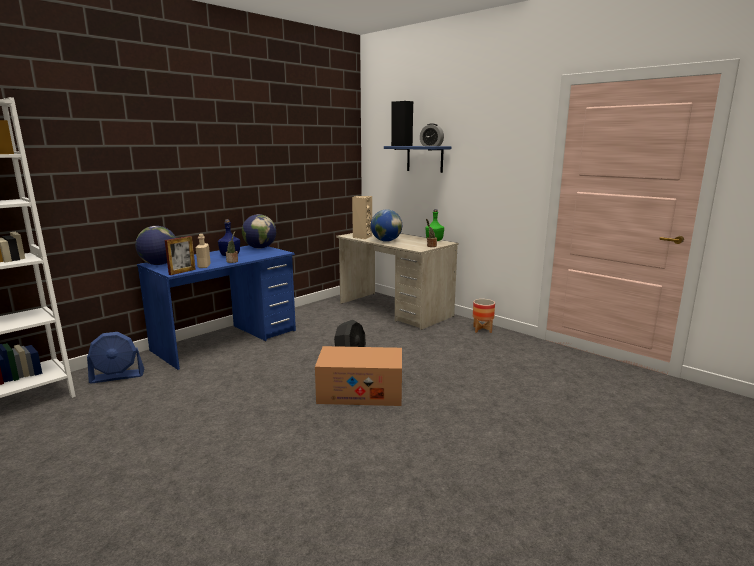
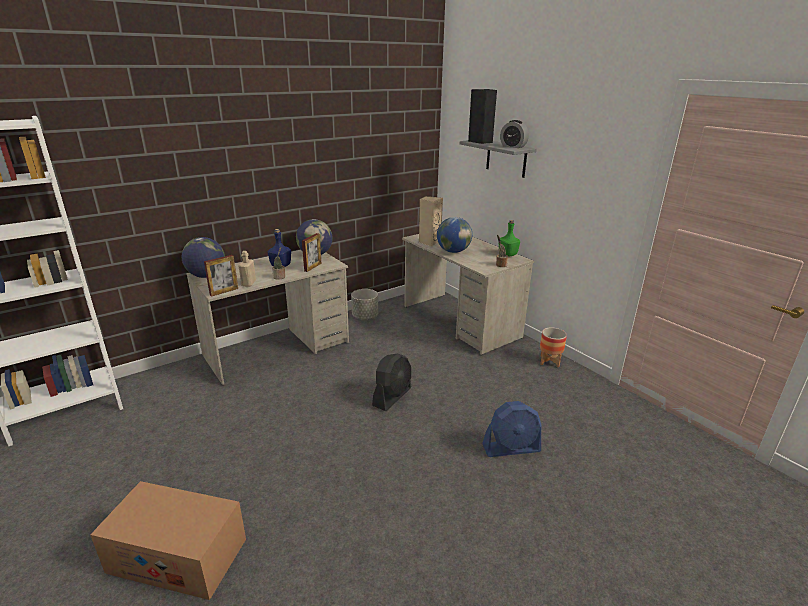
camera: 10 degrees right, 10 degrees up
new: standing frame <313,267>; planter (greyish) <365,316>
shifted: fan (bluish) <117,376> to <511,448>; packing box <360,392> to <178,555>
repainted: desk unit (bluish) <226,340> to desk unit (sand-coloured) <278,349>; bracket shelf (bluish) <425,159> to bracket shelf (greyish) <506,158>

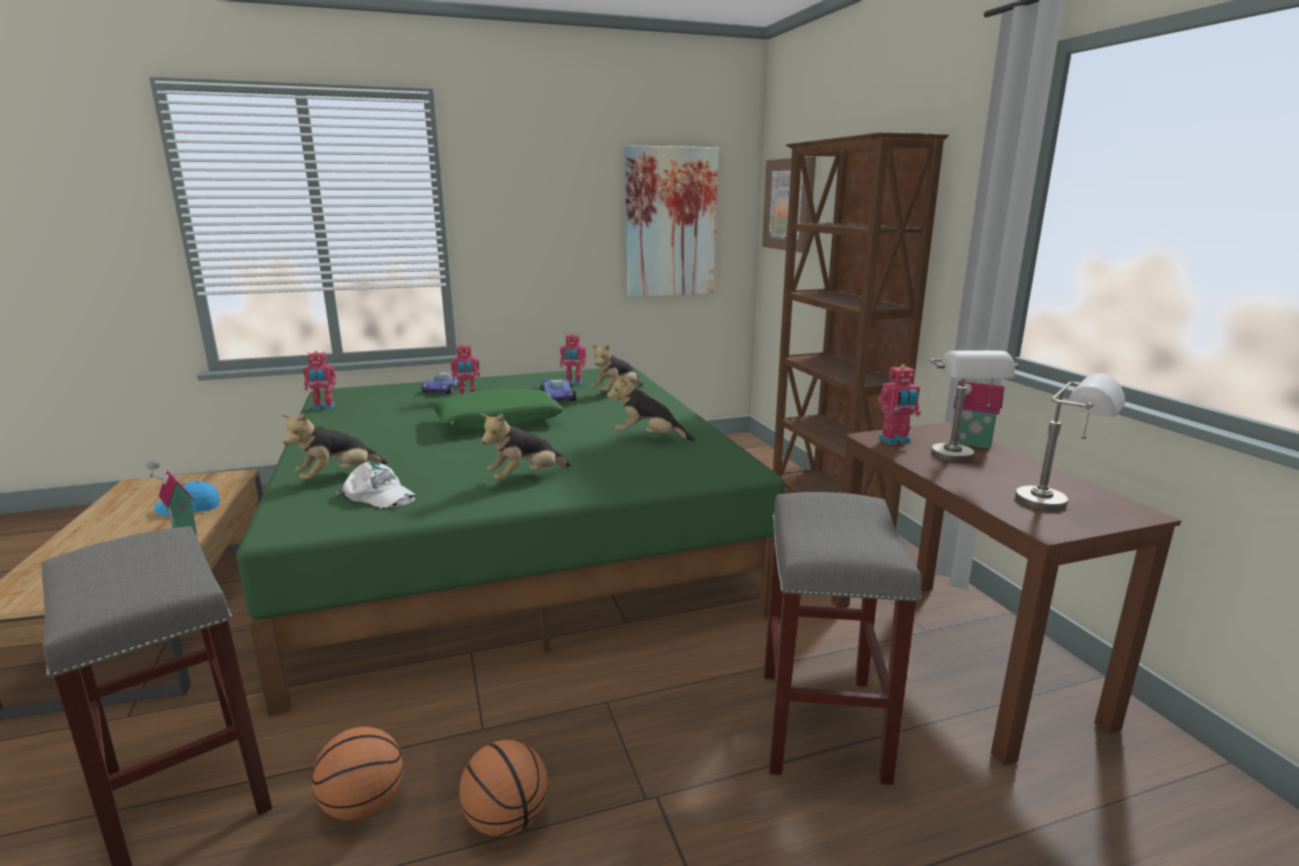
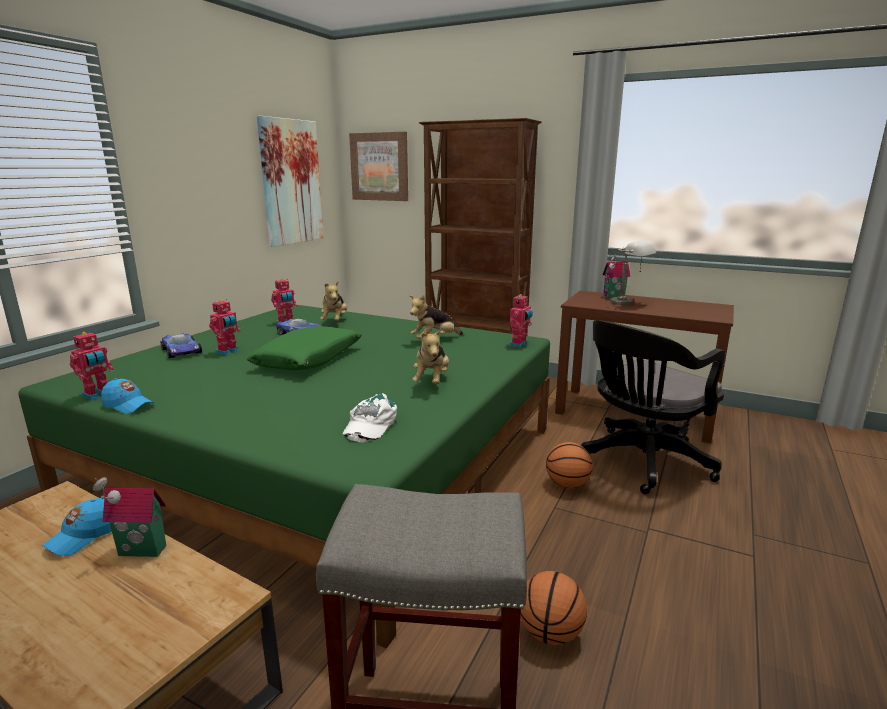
camera: 45 degrees left, 0 degrees up
gone: soft toy <337,477>; lamp for a table (greyish) <1059,504>
new: peaked cap (bluish) <128,405>
shifted: ball for basketball <506,820> to <567,485>; robot figure <895,441> to <519,344>
swapped: stool (greyish) <820,722> to office chair (blackish) <641,463>
rotated: peaked cap (white-coloured) <379,495> = <369,424> 120 degrees clockwise

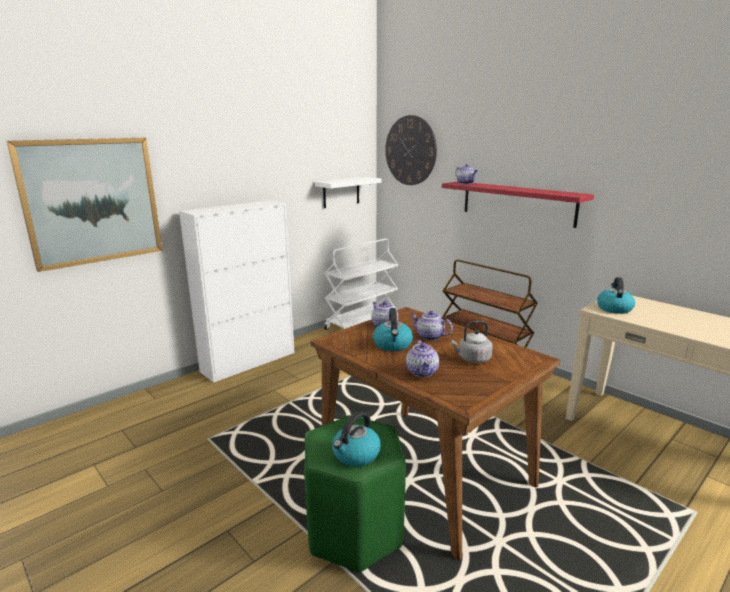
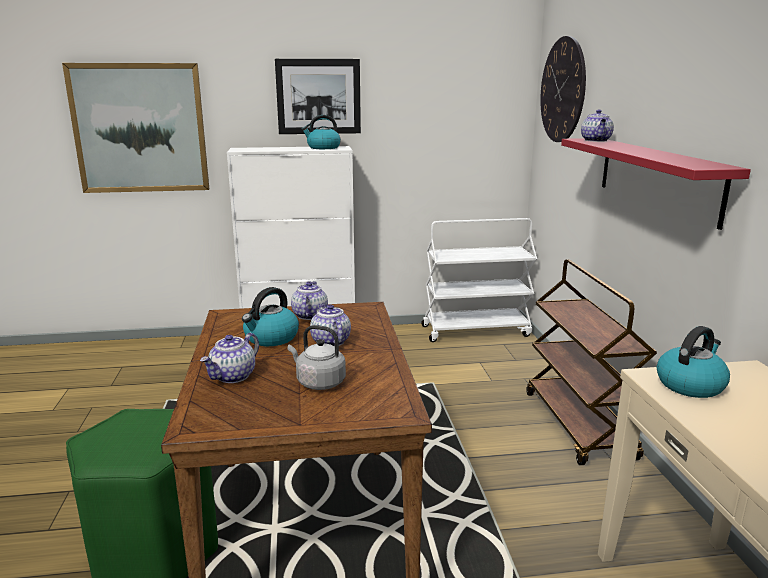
camera: 35 degrees right, 0 degrees up
gone: bracket shelf (white-coloured) <341,192>
new: wall art <318,96>
shifted: kettle <356,455> to <323,148>

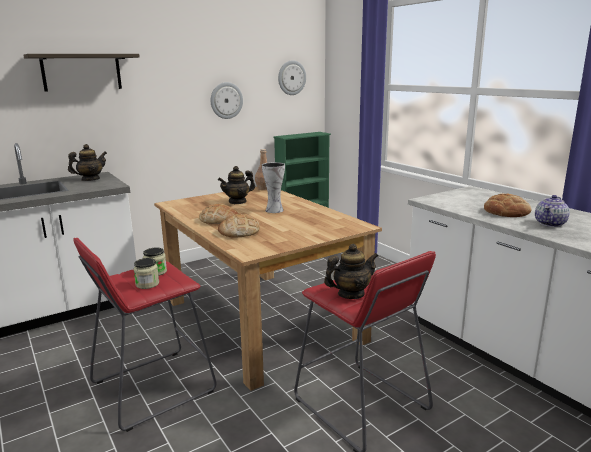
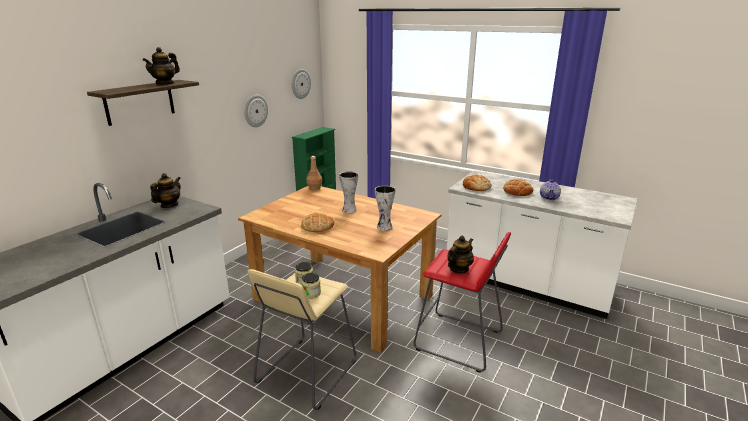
camera: 25 degrees left, 5 degrees up
new: vase <385,227>
shifted: teapot <237,201> to <165,83>; bakery bread <239,231> to <476,187>
repainted: stool (red-coloured) <153,387> to stool (sand-coloured) <307,372>

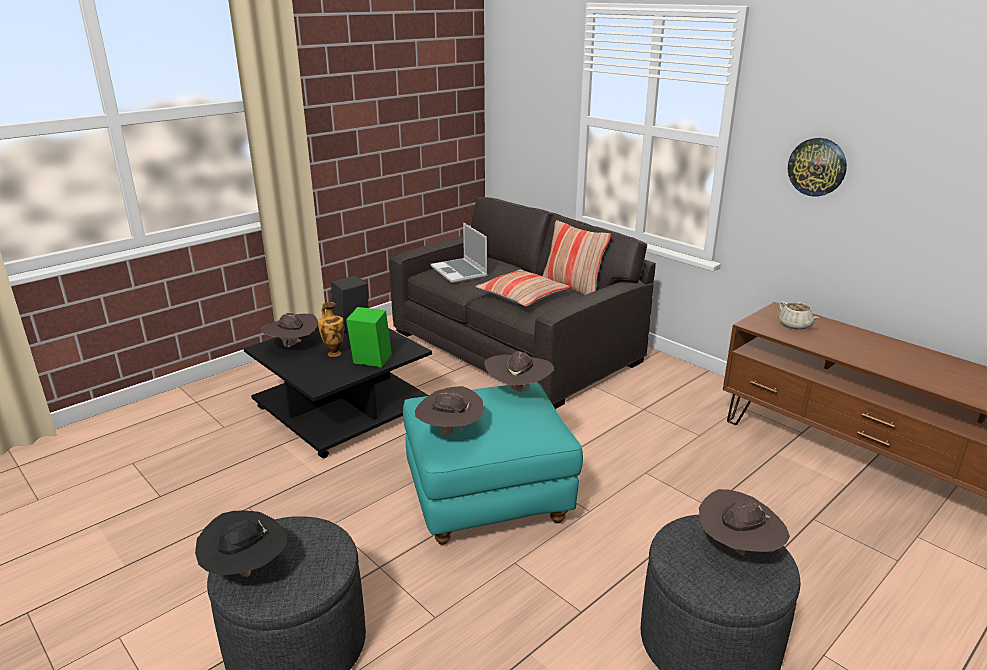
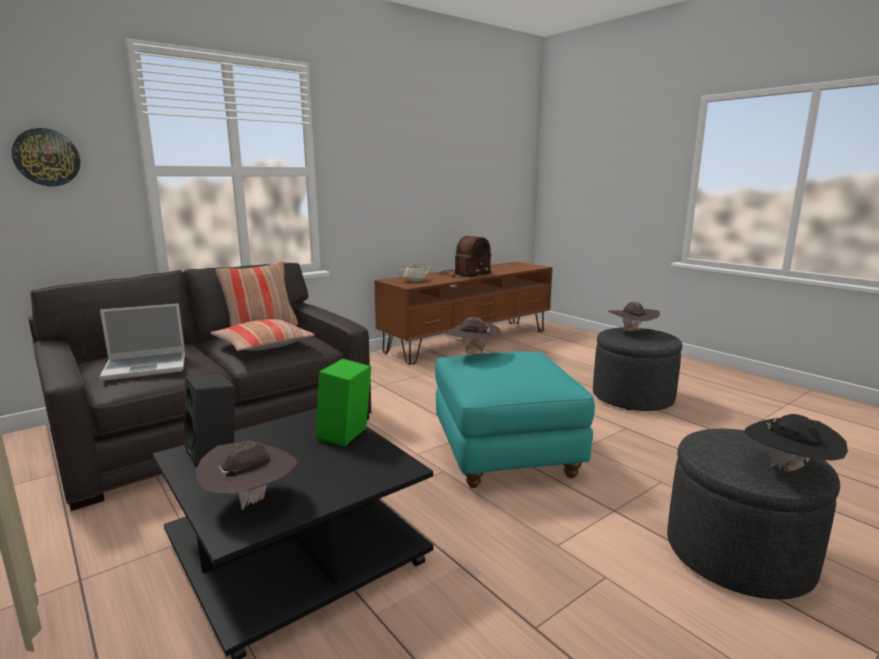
camera: 85 degrees left, 10 degrees down
gone: vase <334,353>; hat (brown-coloured) <449,433>
new: radio receiver <463,274>
shifted: clock on the wall <817,167> to <46,157>

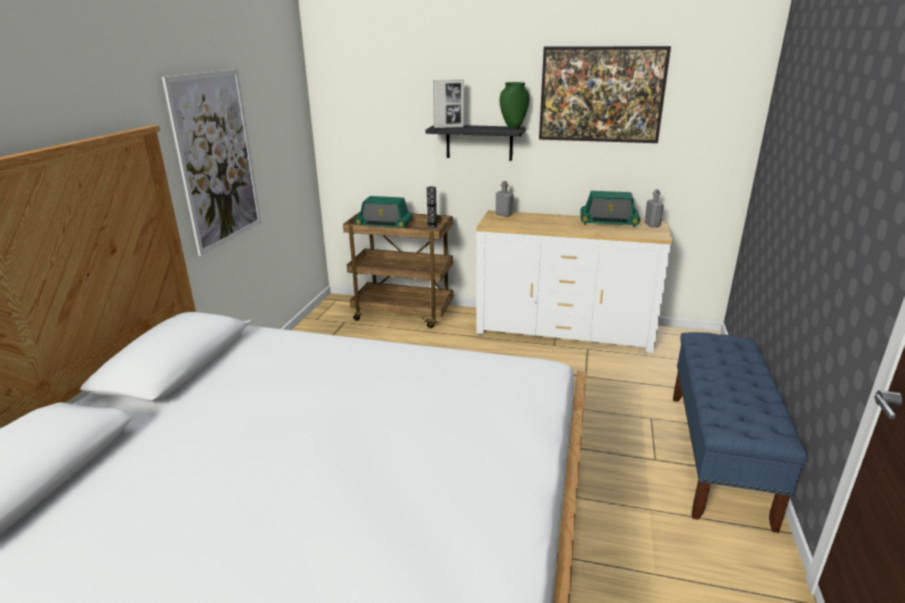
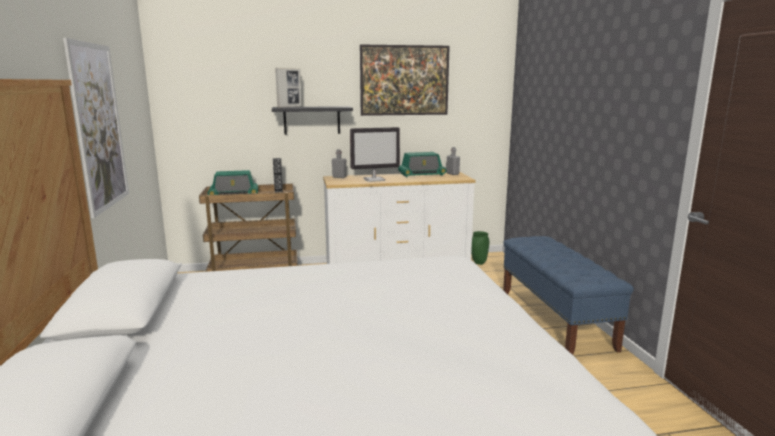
camera: 25 degrees left, 10 degrees down
new: monitor <374,179>
shifted: vase (green-coloured) <513,128> to <478,263>

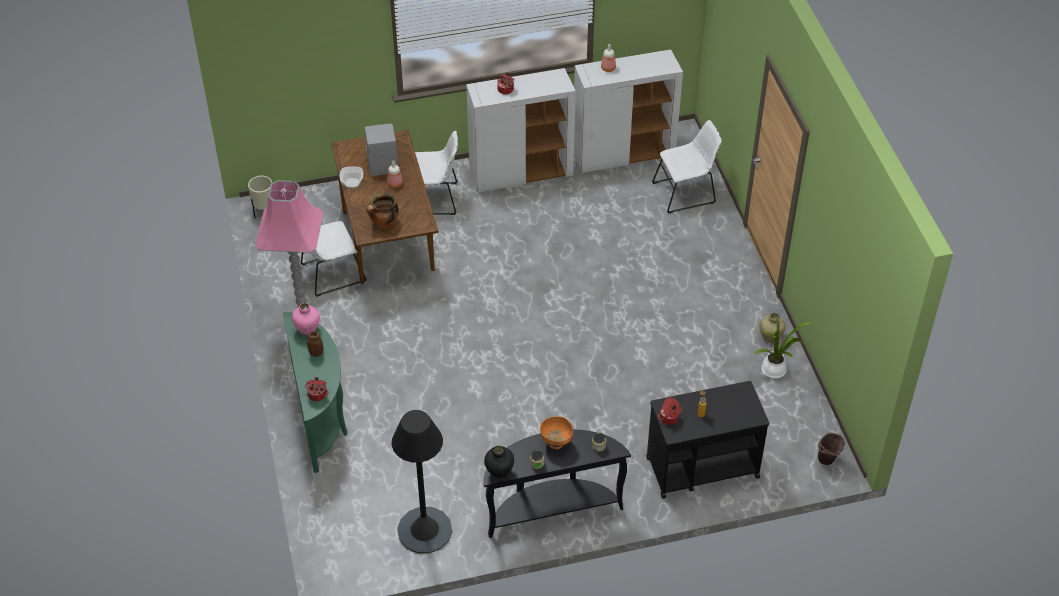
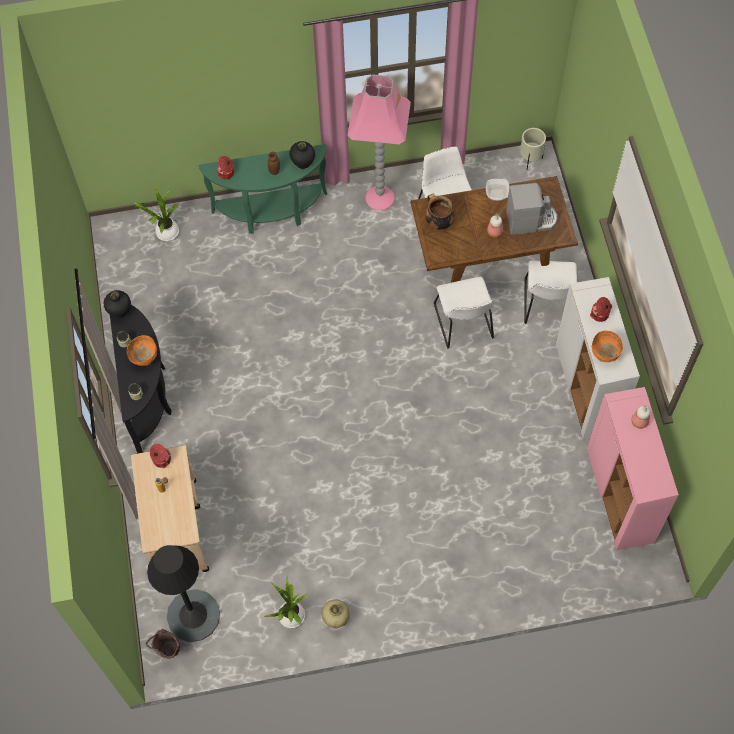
camera: 95 degrees right, 15 degrees up
new: plant in a pot <165,233>; serving bowl (orange) <604,355>
shifted: floor lamp (blackish) <424,530> to <193,615>; chair (white-coloured) <686,192> to <464,324>
repainted: vase (pinkish) <307,329> to vase (blackish) <303,163>; cupboard (white-coloured) <624,154> to cupboard (pinkish) <620,496>; cart (blackish) <701,467> to cart (sand-coloured) <176,528>

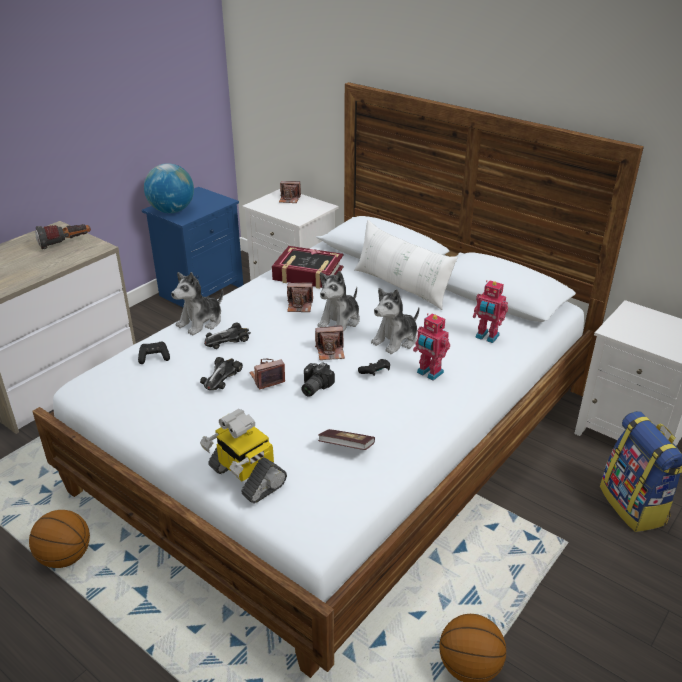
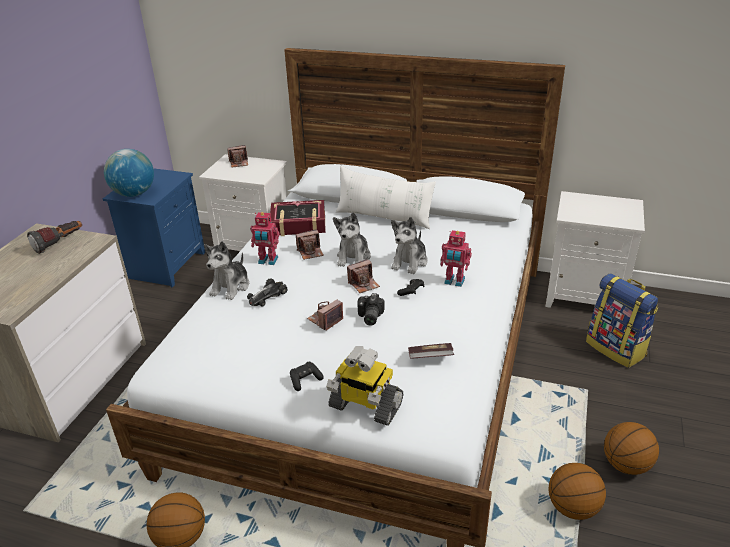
camera: 20 degrees left, 0 degrees up
gone: model car <221,376>
new: ball for basketball <626,465>
shifted: game controller (blackish) <154,357> to <305,380>; robot figure <486,337> to <267,261>

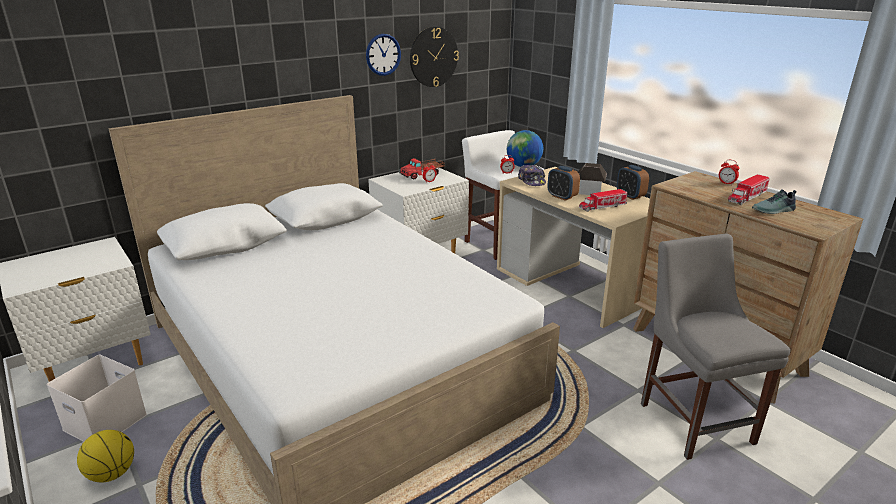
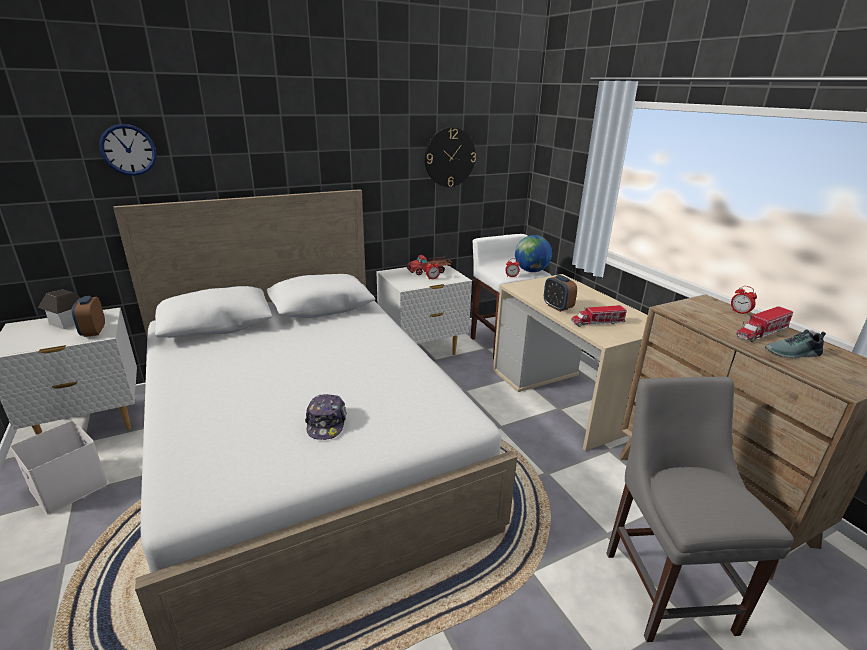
camera: 10 degrees right, 0 degrees up
gone: ball for basketball <112,473>
shifted: clock on the wall <383,54> to <128,150>; peaked cap <532,181> to <326,423>; miniature house <589,191> to <69,322>; table clock <630,196> to <93,331>

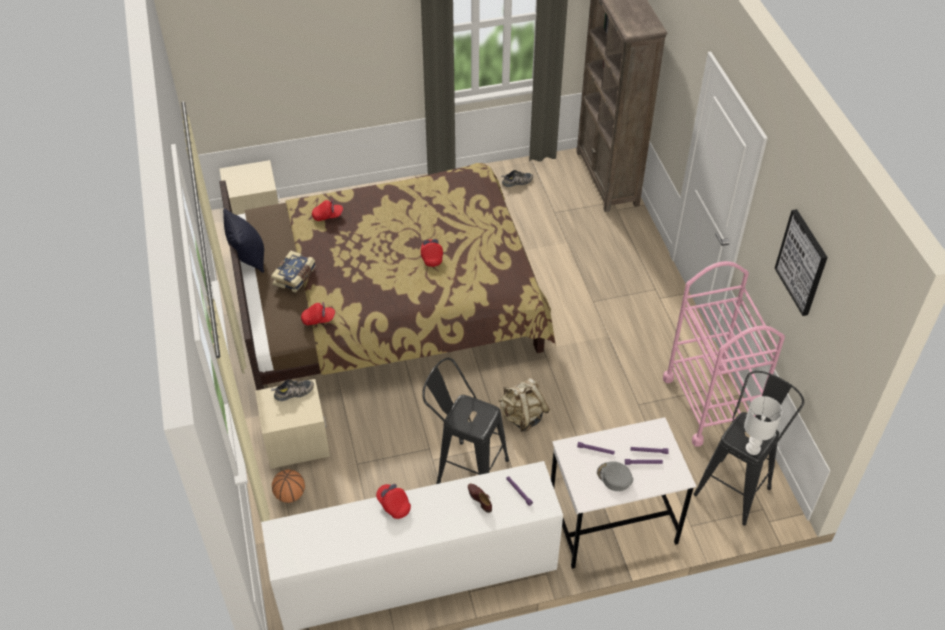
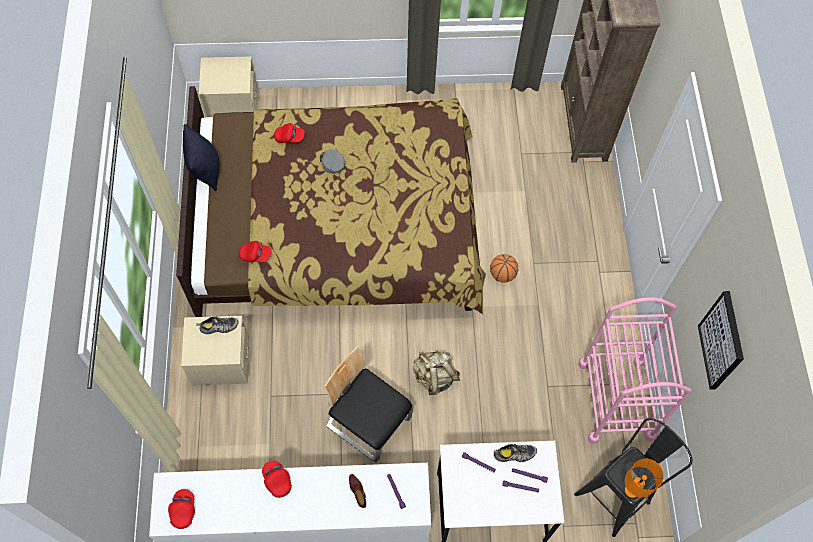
camera: 10 degrees right, 15 degrees up
gone: volume <295,277>
shifted: ball for basketball <290,494> to <502,274>; peaked cap (red-coloured) <431,257> to <183,510>; shoe <517,182> to <514,455>; peaked cap (greyish) <614,477> to <332,162>
swapped: stool (blackish) <465,469> to chair <368,422>
repainted: lamp for a table (white-coloured) <752,448> to lamp for a table (orange) <631,490>

